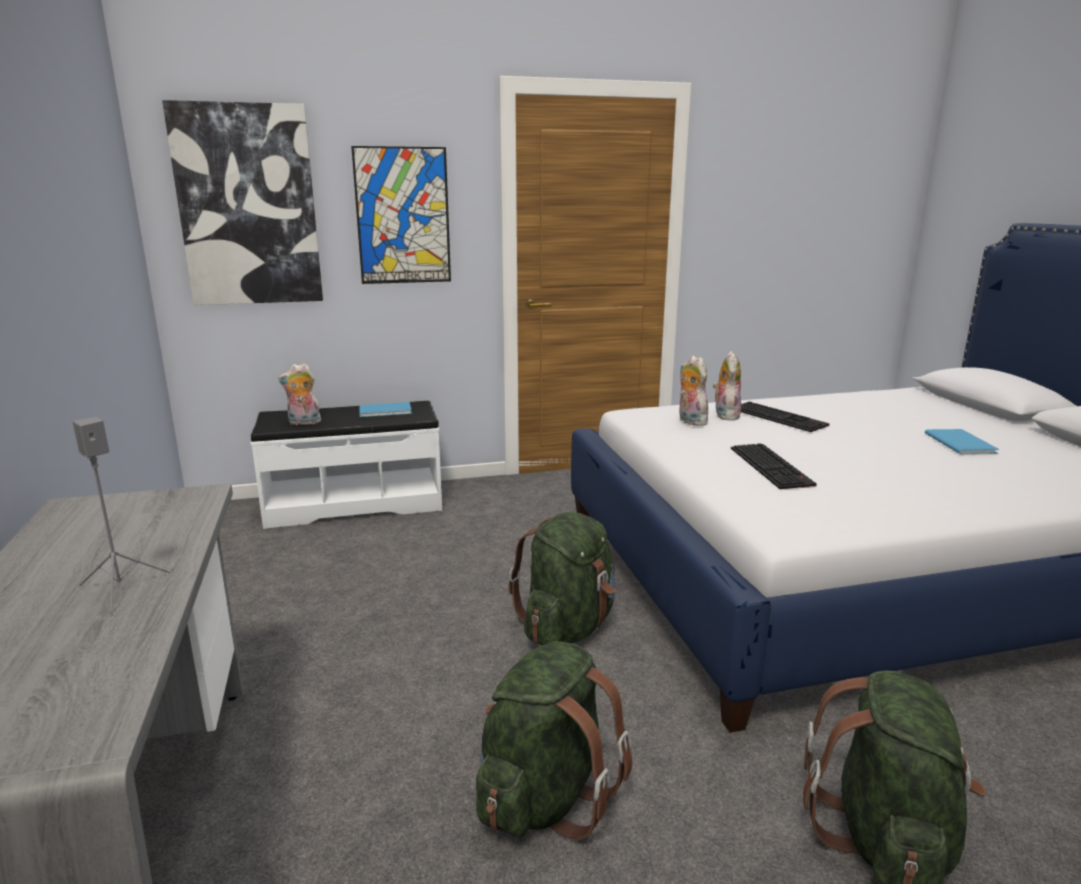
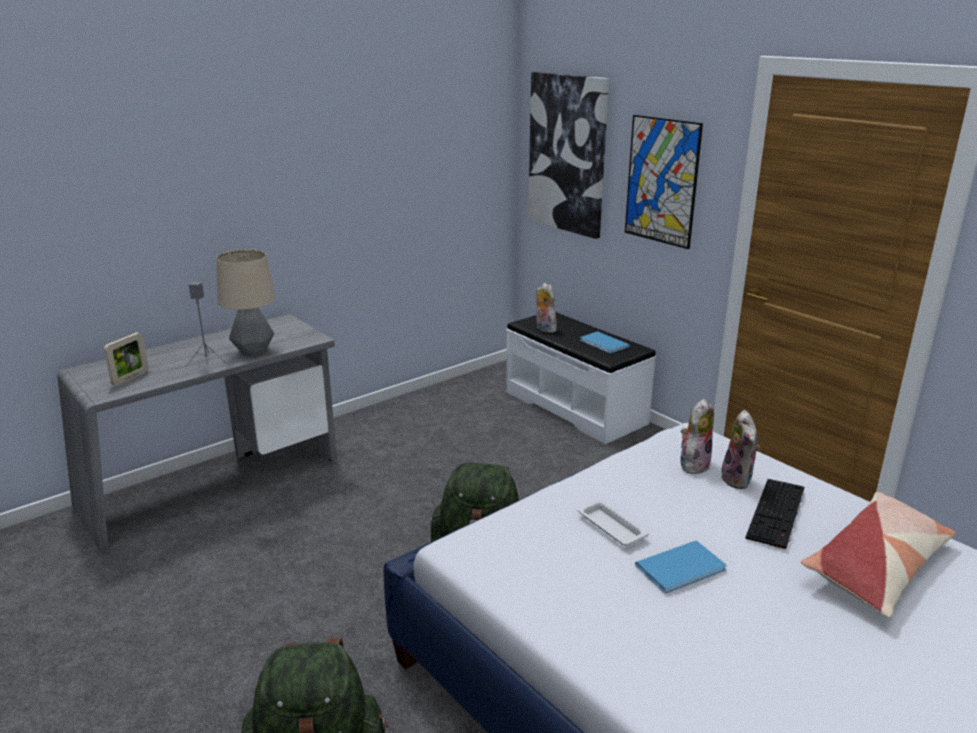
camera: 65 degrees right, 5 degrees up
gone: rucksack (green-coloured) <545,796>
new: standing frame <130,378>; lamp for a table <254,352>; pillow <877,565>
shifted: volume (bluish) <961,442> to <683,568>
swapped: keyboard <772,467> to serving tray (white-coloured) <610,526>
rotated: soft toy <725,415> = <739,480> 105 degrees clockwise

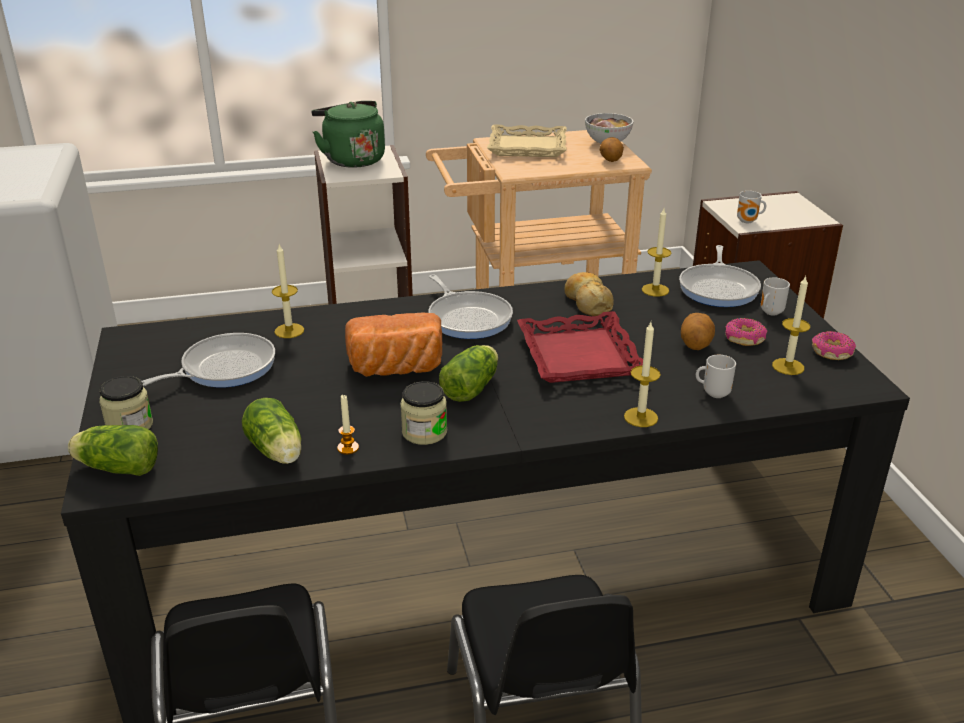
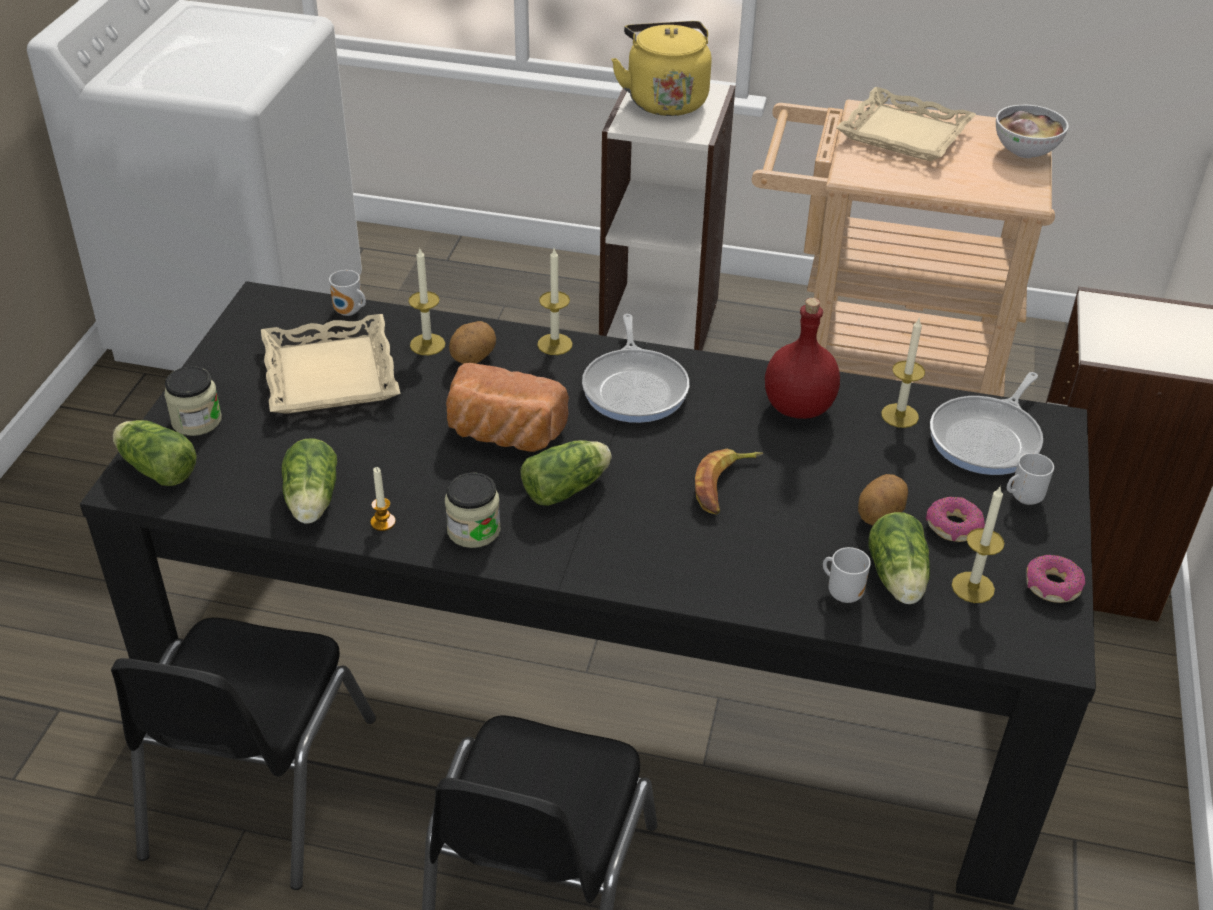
camera: 25 degrees right, 10 degrees up
new: lettuce head <897,579>
shifted: potato <610,160> to <473,358>; wax candle <641,417> to <555,344>; tea mug <748,221> to <349,312>
swapped: pan <223,368> to serving tray (sand-coloured) <329,375>; serving tray (red-coloured) <580,356> to banana fruit <724,485>; bakery bread <588,302> to beverage bottle (red-coloured) <797,408>
repainted: kettle (green-coloured) <352,159> to kettle (yellowish) <665,100>

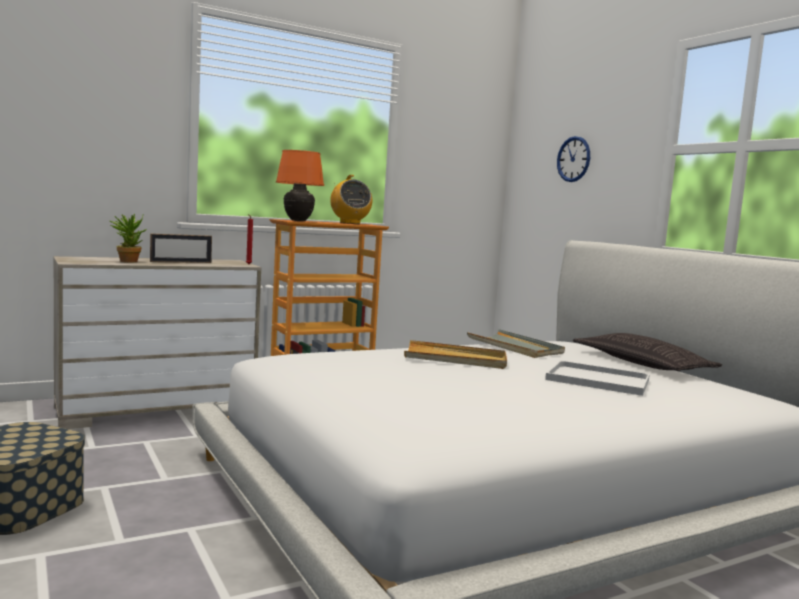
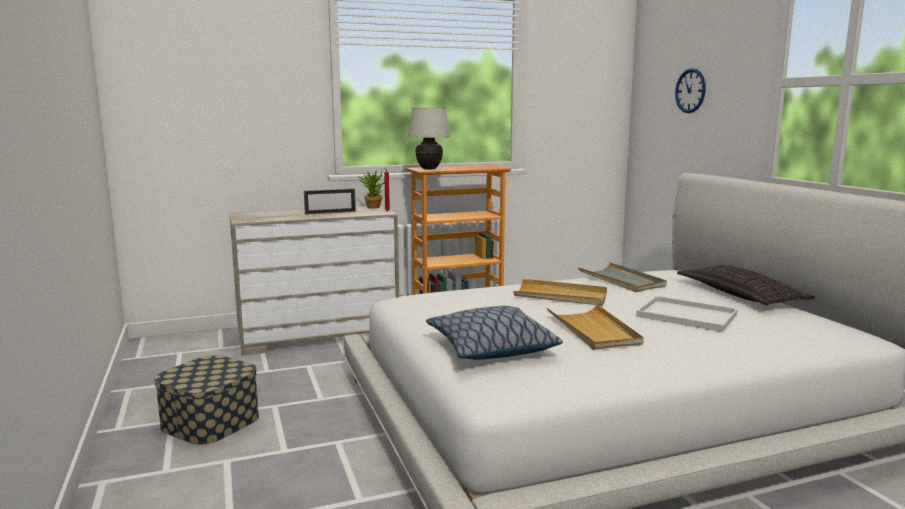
camera: 10 degrees right, 5 degrees up
gone: radio receiver <349,223>
new: pillow <490,348>; serving tray (sand-coloured) <593,330>
shifted: plant in a pot <128,261> to <372,207>
repainted: lamp for a table (orange) <298,221> to lamp for a table (white-coloured) <429,169>

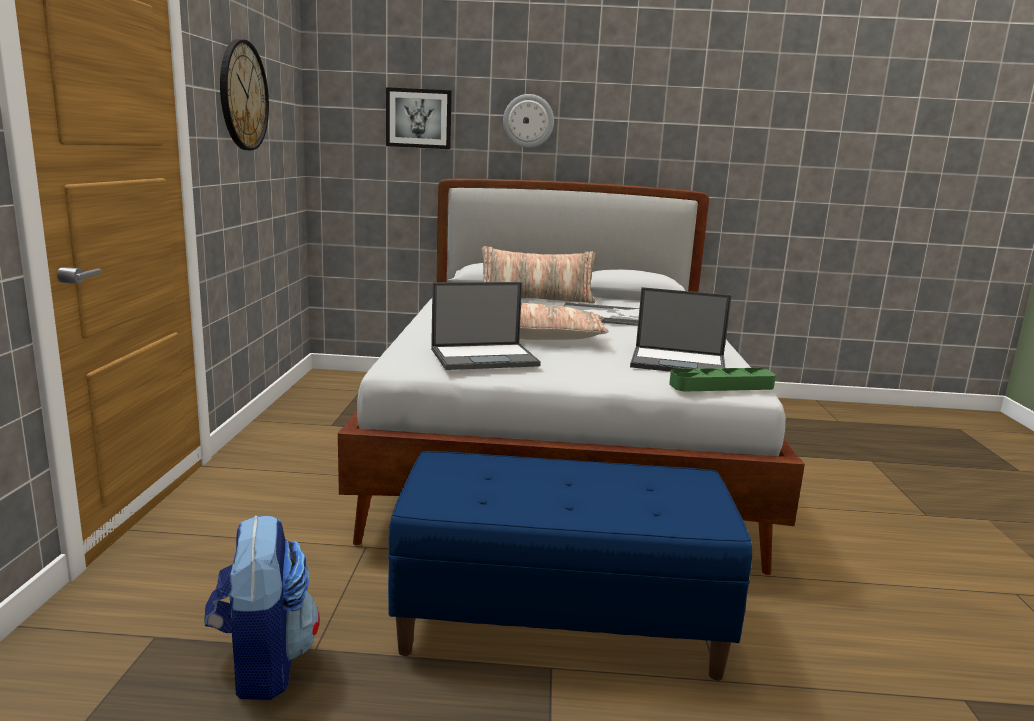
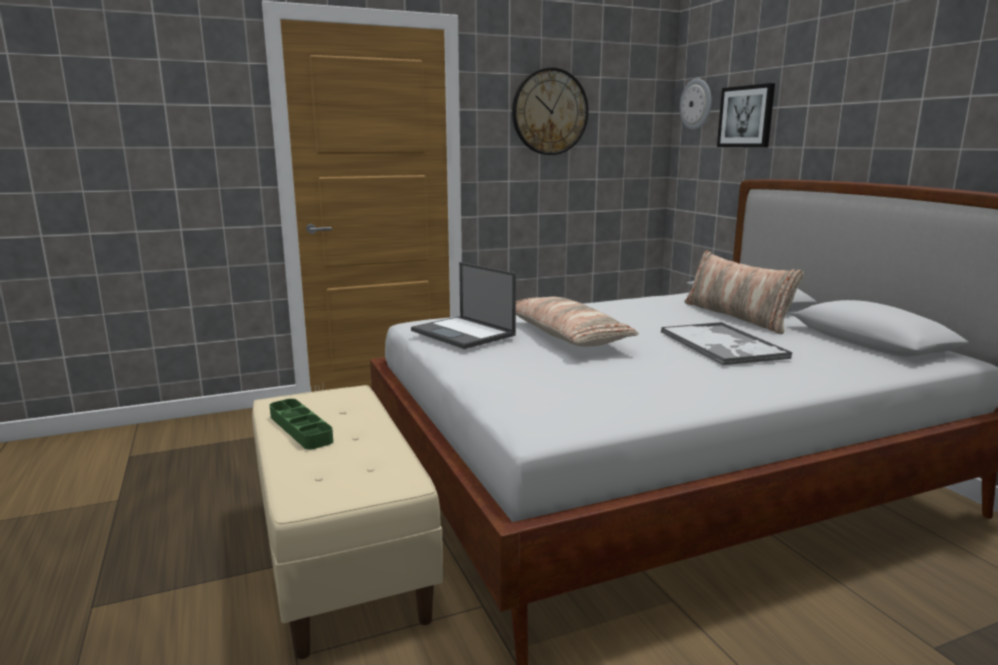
camera: 65 degrees right, 0 degrees up
gone: rucksack <263,664>; laptop <679,362>
shifted: clock on the wall <528,121> to <696,104>; serving tray (green-coloured) <721,386> to <300,428>
repainted: long seat (bluish) <560,623> to long seat (sand-coloured) <342,555>

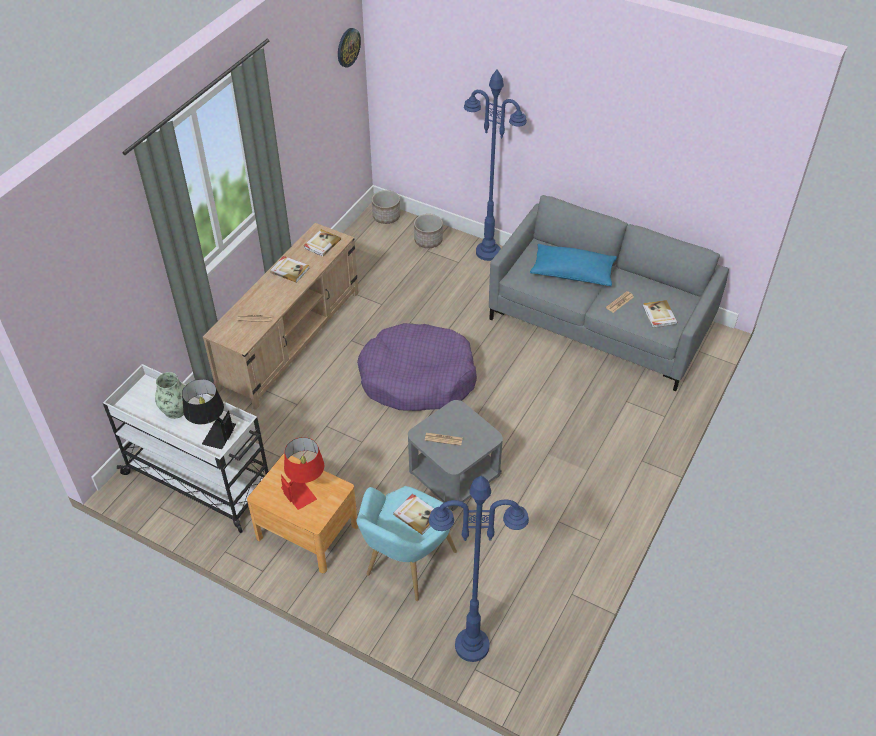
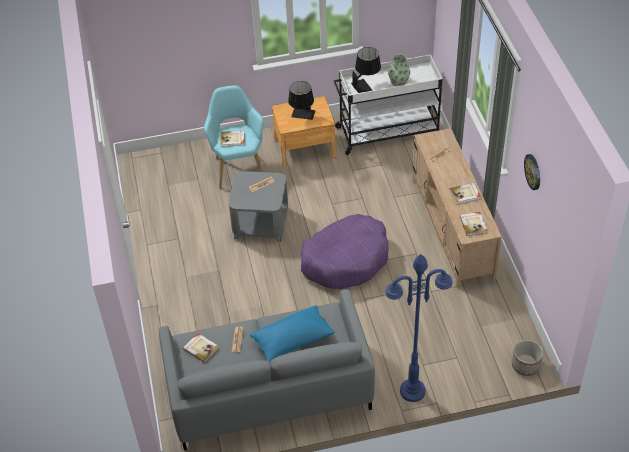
camera: 140 degrees right, 0 degrees up
gone: planter <428,241>; floor lamp (bluish) <471,646>
shifted: clock on the wall <348,47> to <533,171>
repainted: lamp for a table (red-coloured) <305,489> to lamp for a table (blackish) <302,117>

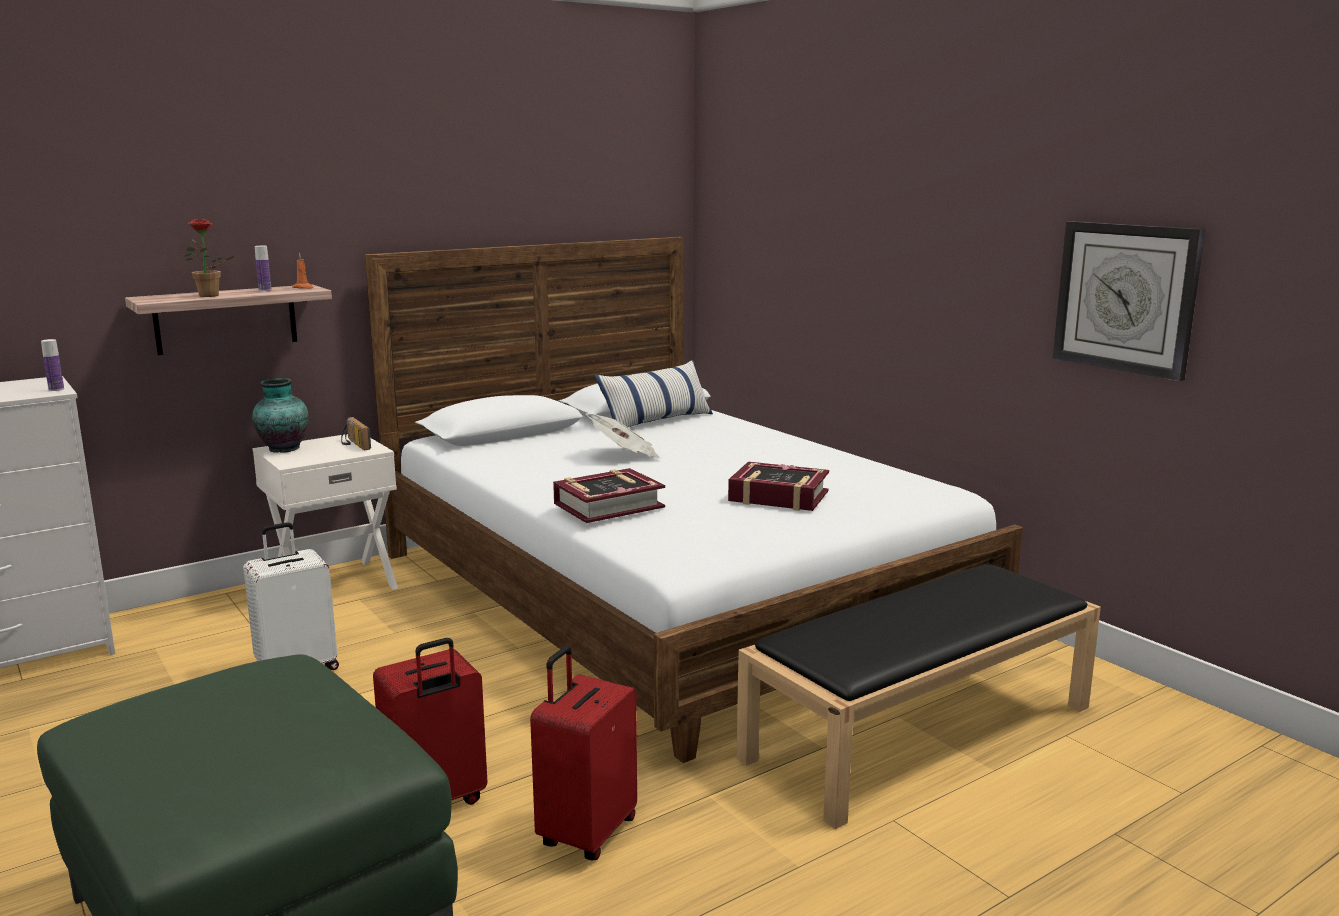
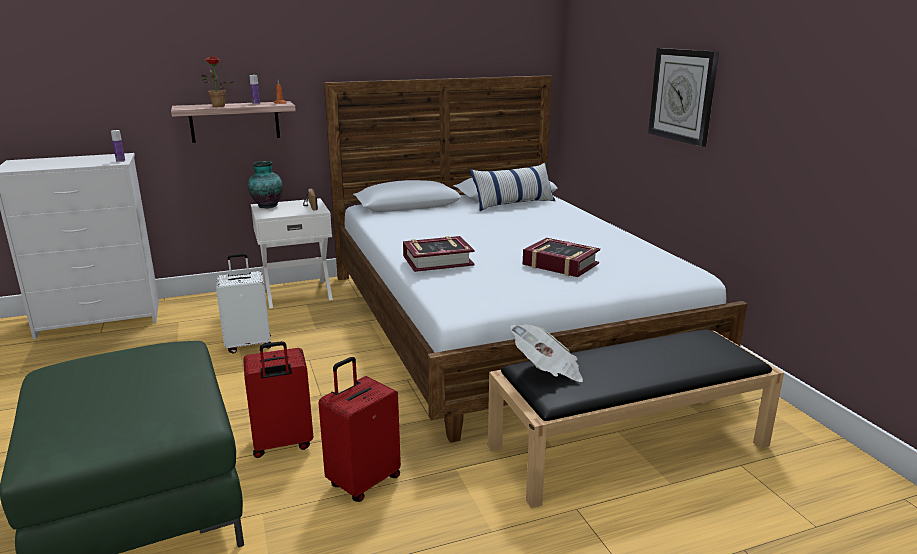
camera: 15 degrees right, 5 degrees up
shifted: newspaper <625,455> to <547,370>; clock on the wall <1126,297> to <683,95>

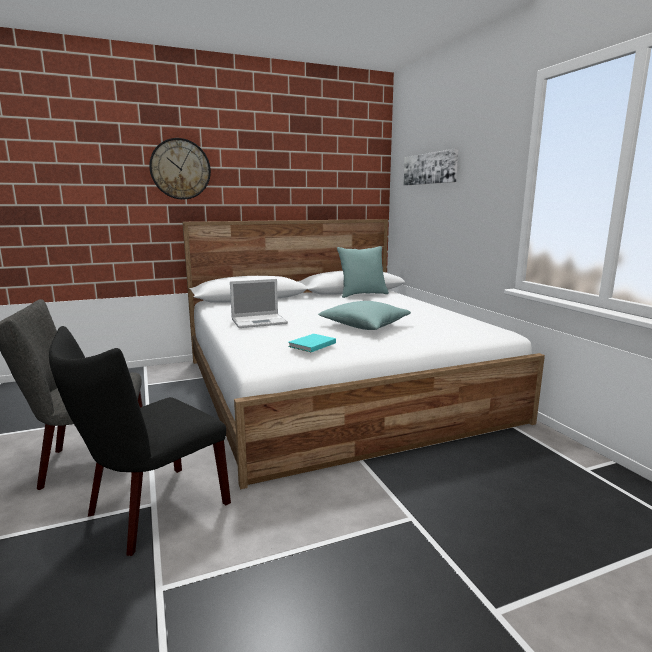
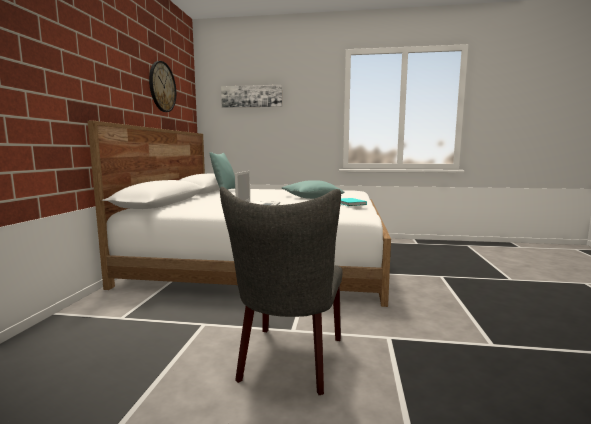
camera: 60 degrees left, 5 degrees down
gone: chair (blackish) <150,512>
shifted: clock on the wall <180,169> to <162,87>

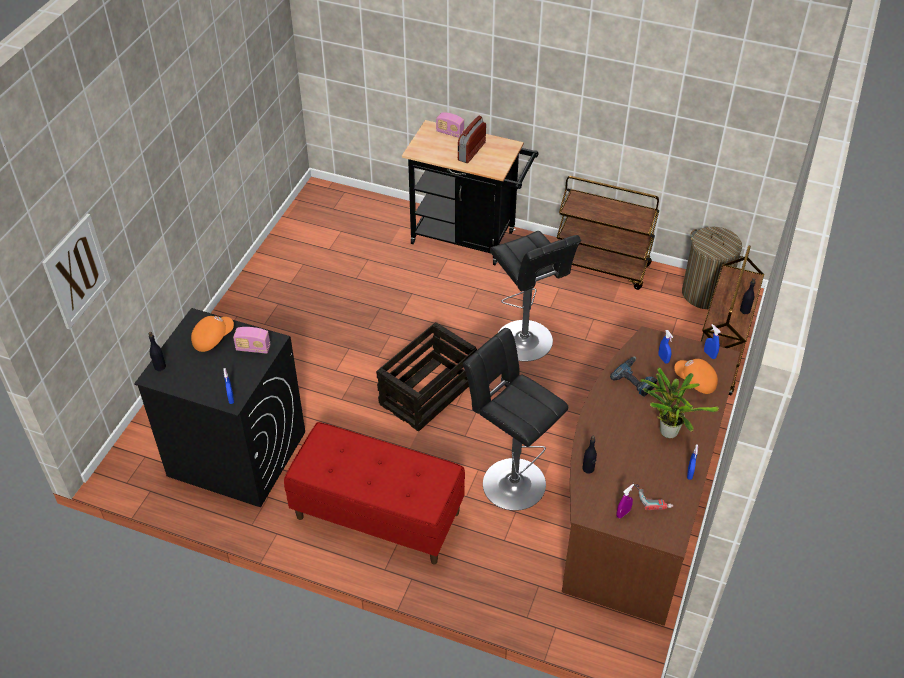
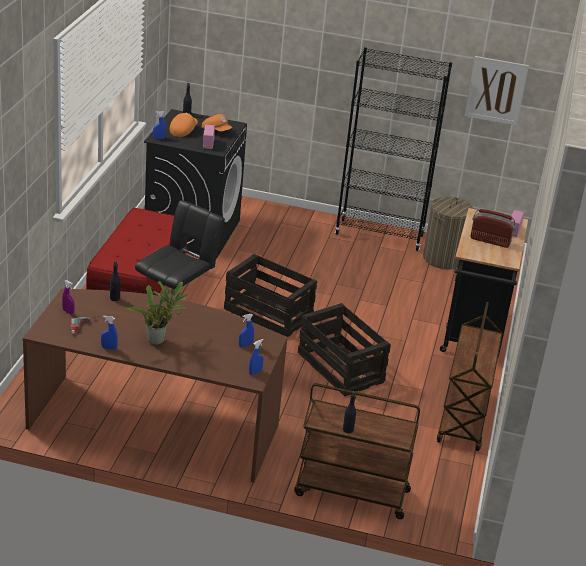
camera: 80 degrees right, 15 degrees down
gone: power drill <636,379>
new: bookshelf (blackish) <379,235>
shifted: wall art <76,271> to <496,90>; peaked cap (orange) <695,381> to <183,131>; washing basket <705,293> to <443,259>
swapped: stool (blackish) <526,343> to packing crate <339,367>

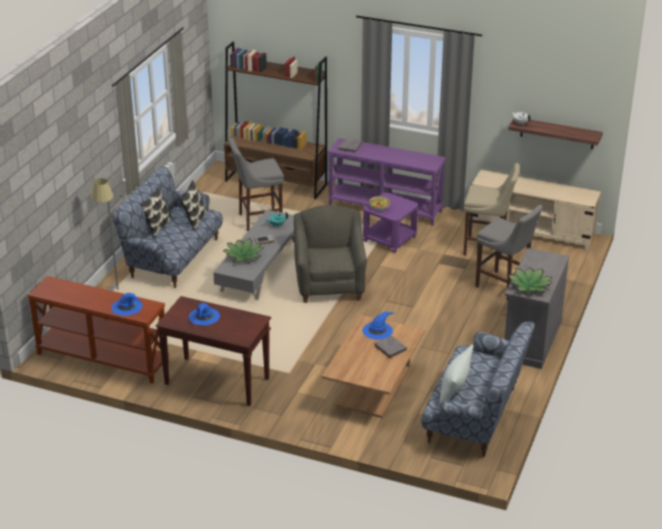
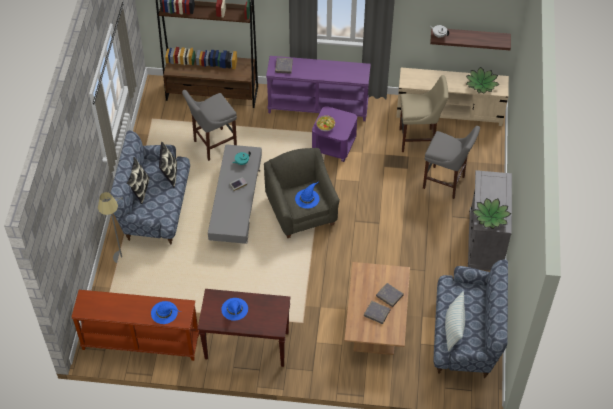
camera: 15 degrees left, 20 degrees up
new: volume (greyish) <376,313>
shifted: plant in a pot <243,256> to <481,84>; hat (bluish) <378,330> to <307,198>

